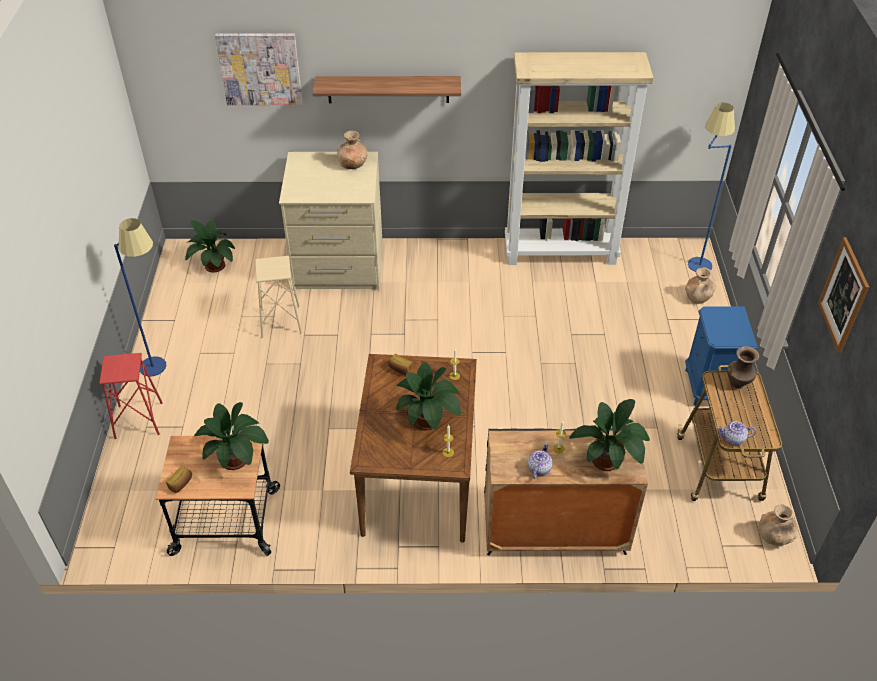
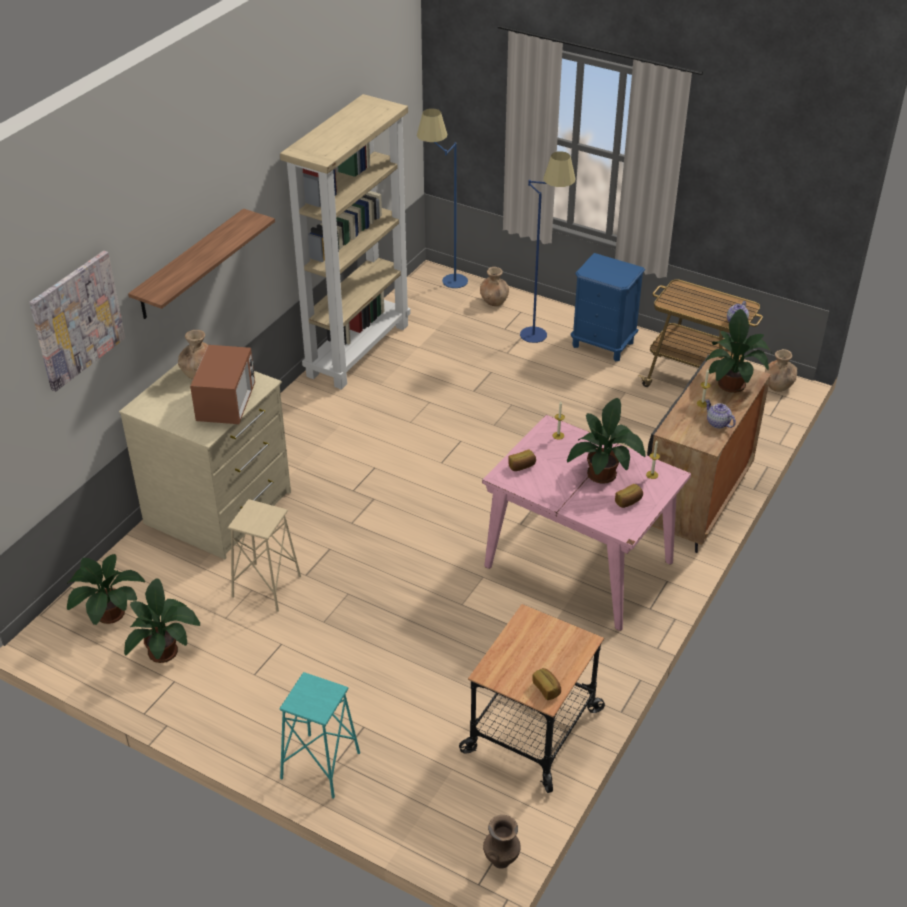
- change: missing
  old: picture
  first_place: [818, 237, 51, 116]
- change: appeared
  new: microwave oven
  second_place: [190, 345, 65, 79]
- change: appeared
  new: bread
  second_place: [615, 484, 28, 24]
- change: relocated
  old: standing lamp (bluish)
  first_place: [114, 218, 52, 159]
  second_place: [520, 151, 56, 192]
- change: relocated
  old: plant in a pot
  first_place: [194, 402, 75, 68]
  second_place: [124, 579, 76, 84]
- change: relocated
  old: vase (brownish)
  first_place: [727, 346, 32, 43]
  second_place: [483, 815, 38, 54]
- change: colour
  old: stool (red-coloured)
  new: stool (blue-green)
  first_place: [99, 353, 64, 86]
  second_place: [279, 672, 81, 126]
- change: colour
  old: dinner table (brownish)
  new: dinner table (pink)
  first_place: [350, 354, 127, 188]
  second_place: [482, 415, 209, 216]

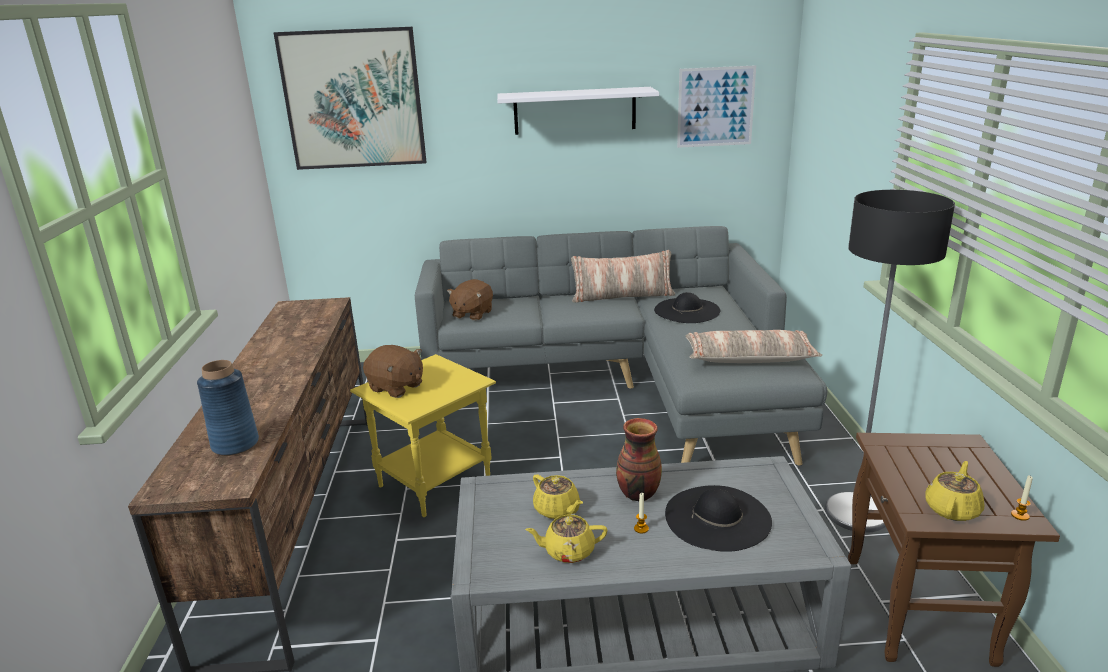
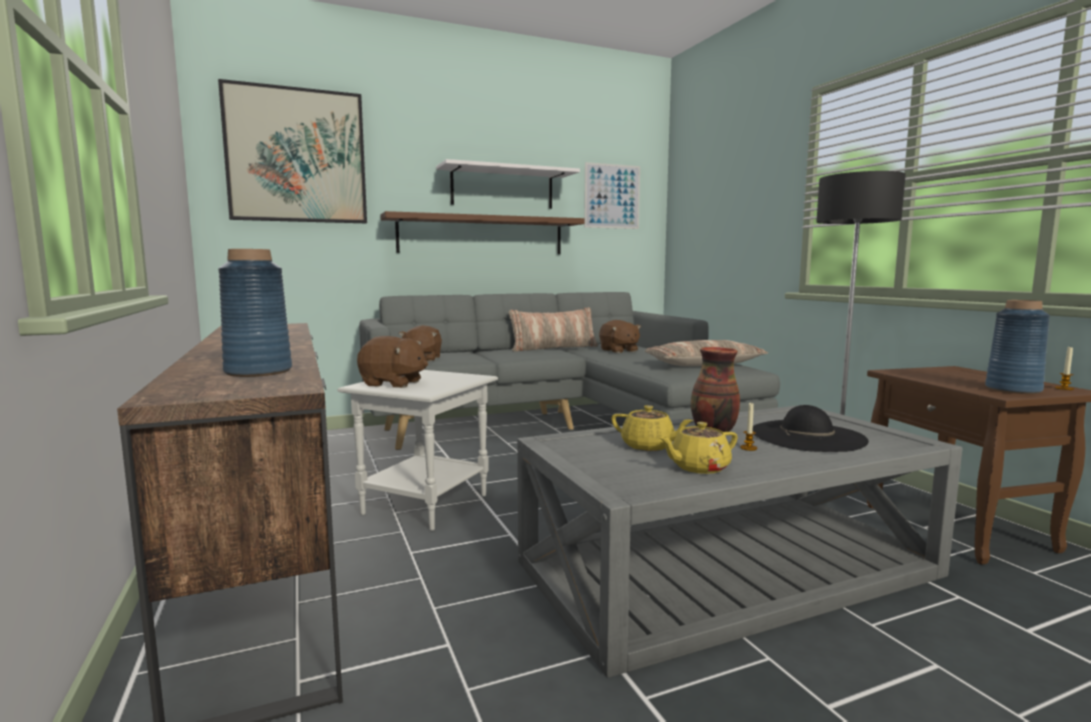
- change: appeared
  new: bracket shelf (brownish)
  second_place: [380, 211, 204, 43]
- change: exchanged
  old: hat (blackish)
  new: cuddly toy (brownish)
  first_place: [654, 292, 66, 31]
  second_place: [599, 320, 42, 33]
- change: exchanged
  old: pot for tea (yellow)
  new: vase (bluish)
  first_place: [925, 461, 59, 60]
  second_place: [985, 300, 65, 94]
- change: colour
  old: side table (yellow)
  new: side table (white-coloured)
  first_place: [350, 354, 146, 163]
  second_place: [337, 370, 161, 161]

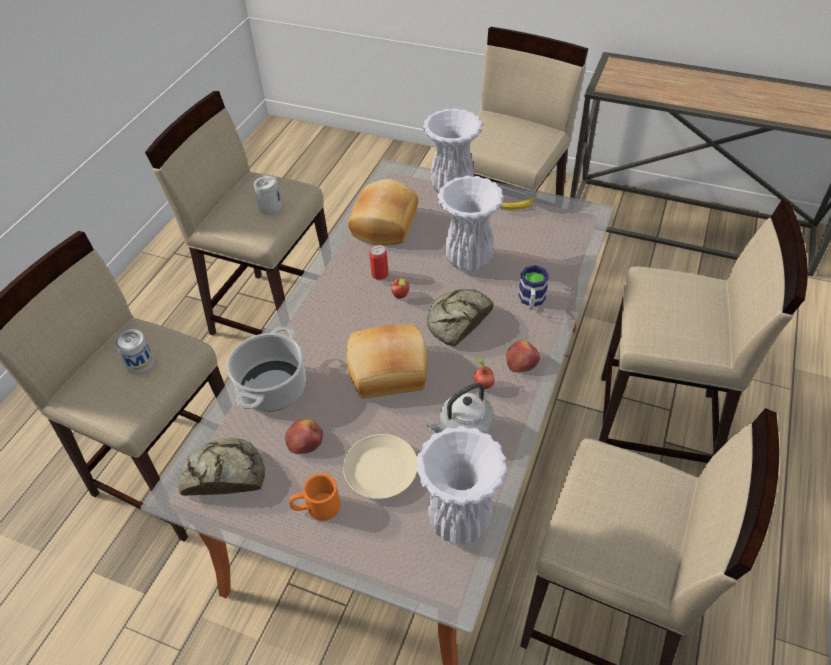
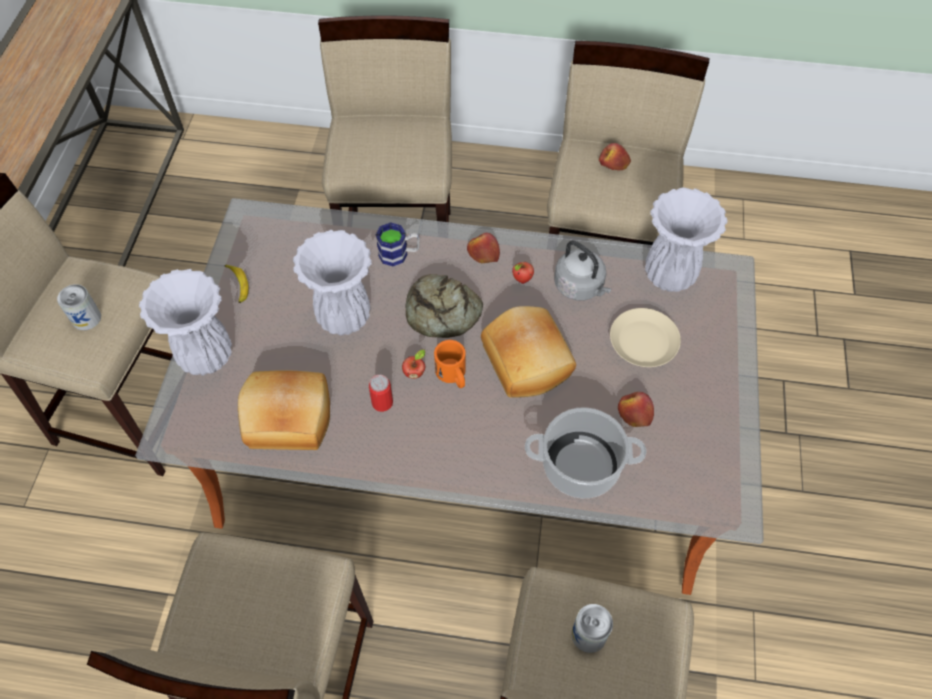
- change: missing
  old: bread
  first_place: [178, 438, 87, 58]
- change: appeared
  new: apple fruit
  second_place: [599, 143, 32, 28]
- change: relocated
  old: sealed can
  first_place: [254, 176, 28, 39]
  second_place: [57, 284, 44, 46]
- change: relocated
  old: tea mug (orangey)
  first_place: [289, 473, 51, 48]
  second_place: [434, 340, 32, 48]

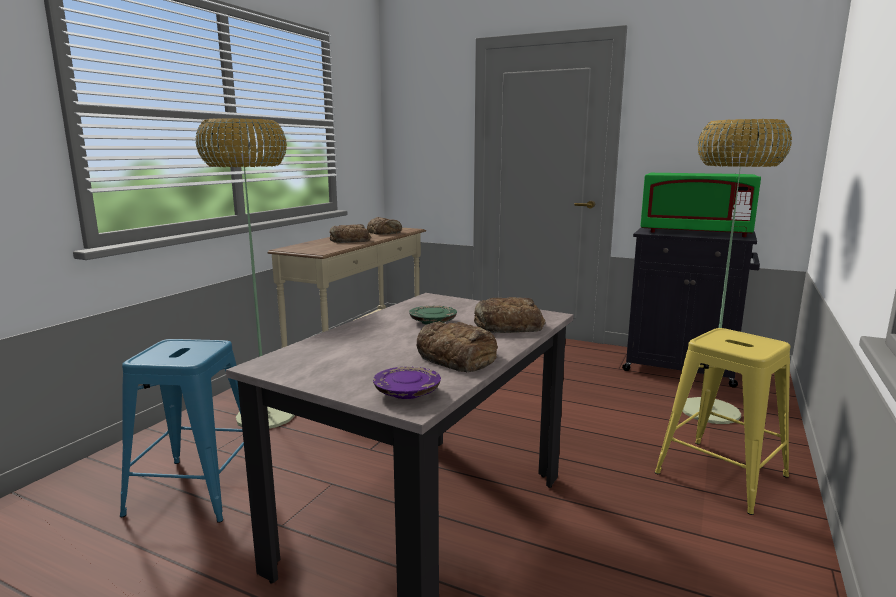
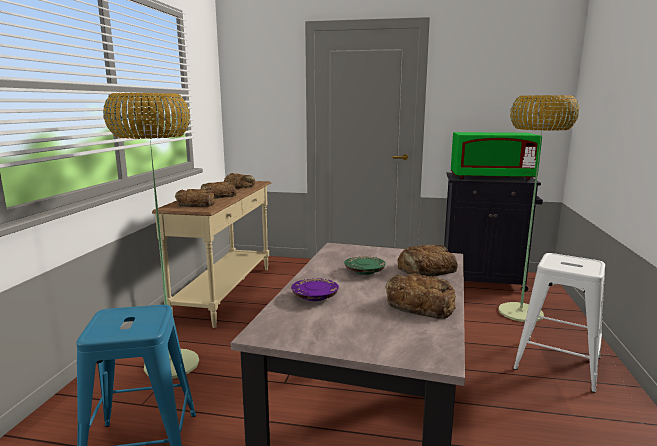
- change: appeared
  new: bread
  second_place: [175, 189, 40, 18]
- change: relocated
  old: plate (purple-coloured)
  first_place: [373, 366, 68, 33]
  second_place: [291, 278, 48, 23]
- change: colour
  old: stool (yellow)
  new: stool (white-coloured)
  first_place: [655, 328, 136, 187]
  second_place: [513, 253, 92, 139]

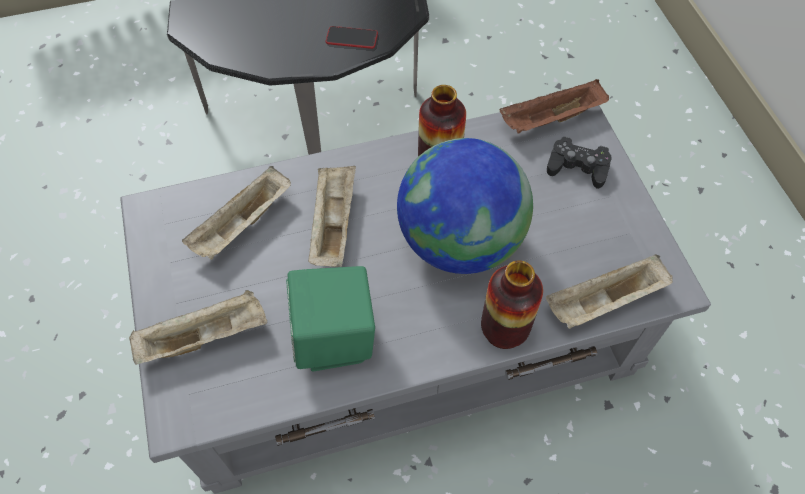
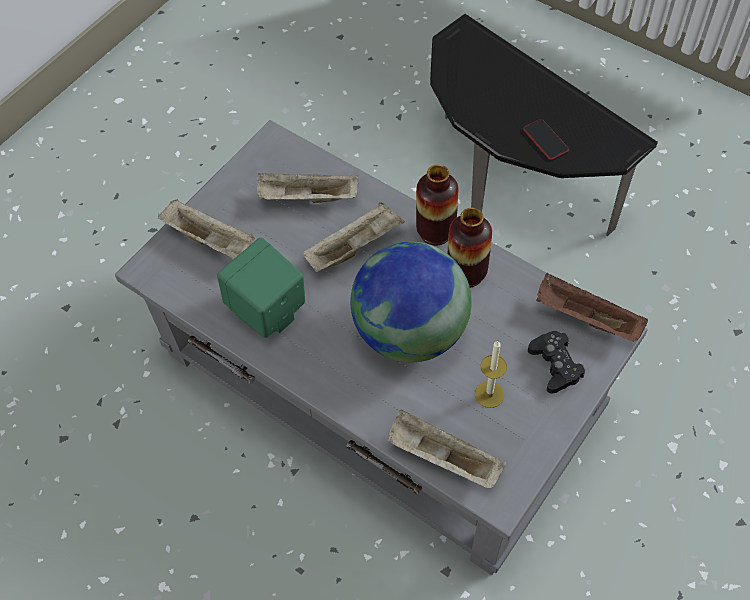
- change: appeared
  new: candle
  second_place: [475, 340, 32, 68]
- change: relocated
  old: vase
  first_place: [481, 260, 62, 89]
  second_place: [416, 165, 43, 80]

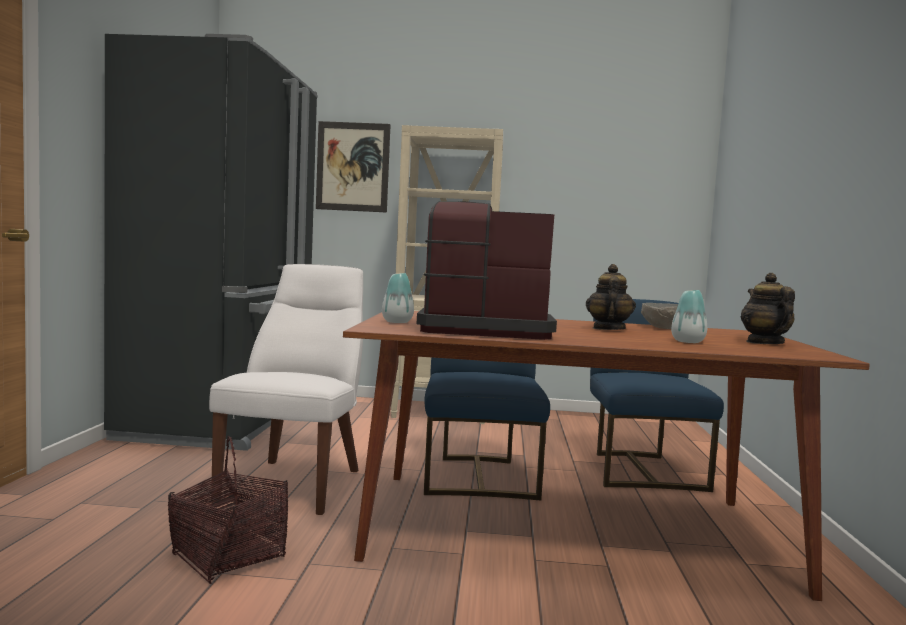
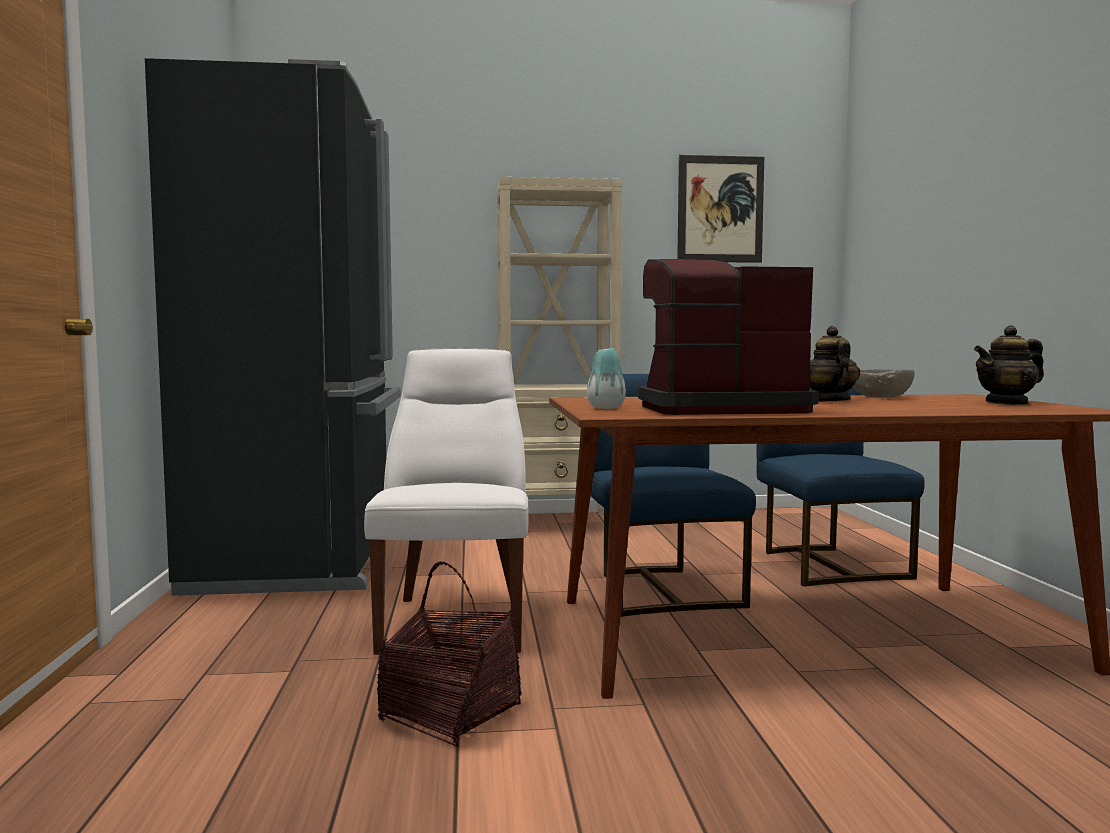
- change: missing
  old: vase
  first_place: [671, 290, 36, 53]
- change: relocated
  old: picture
  first_place: [316, 121, 75, 92]
  second_place: [677, 155, 87, 108]
- change: spun
  old: pot for tea
  first_place: [741, 273, 54, 71]
  second_place: [974, 325, 70, 80]
  degrees: -90

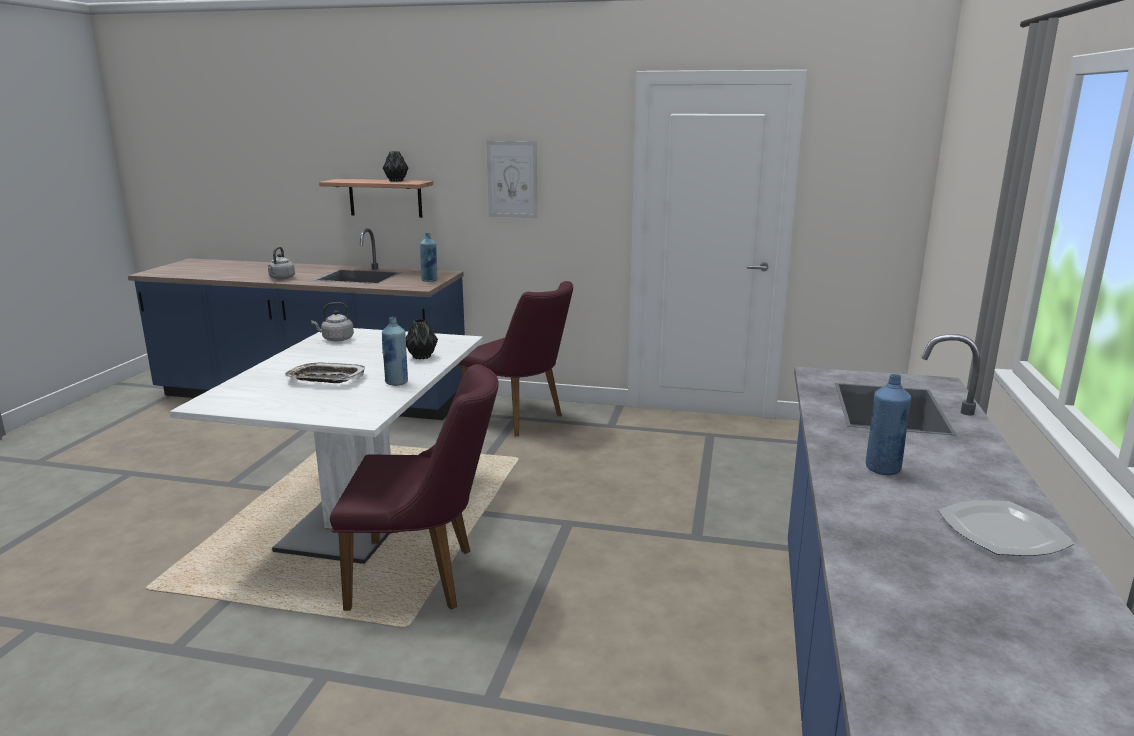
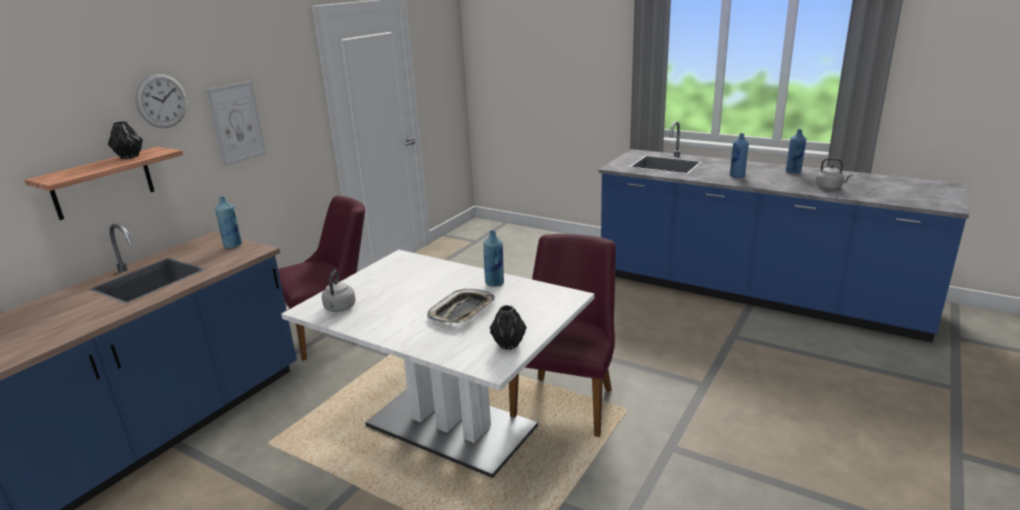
- change: appeared
  new: clock on the wall
  second_place: [135, 74, 52, 54]
- change: relocated
  old: kettle (greyish)
  first_place: [268, 247, 27, 33]
  second_place: [815, 158, 38, 32]
- change: relocated
  old: vase (blackish)
  first_place: [406, 319, 32, 41]
  second_place: [490, 305, 37, 45]
- change: exchanged
  old: plate
  new: drink bottle (bluish)
  first_place: [938, 500, 137, 56]
  second_place: [786, 129, 20, 45]

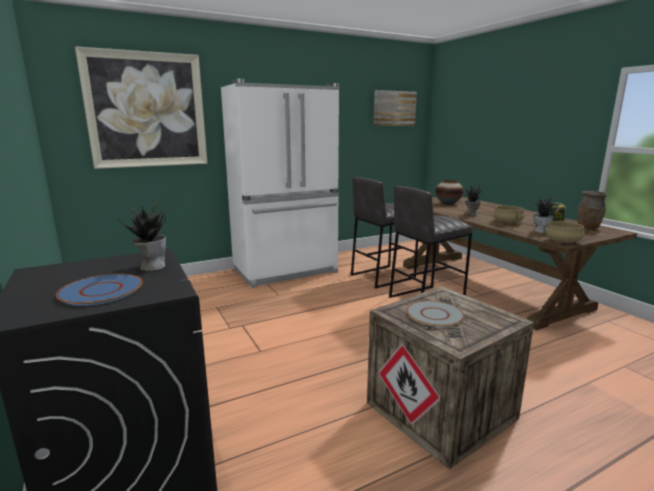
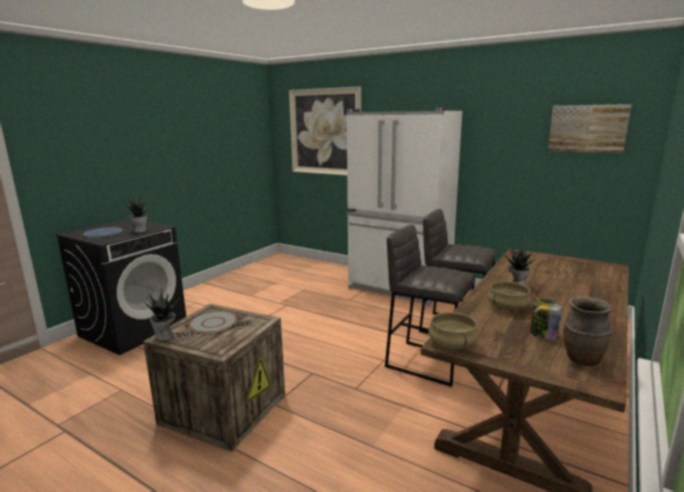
- change: missing
  old: vase
  first_place: [435, 180, 29, 25]
- change: relocated
  old: plant in a pot
  first_place: [534, 196, 28, 37]
  second_place: [144, 288, 36, 53]

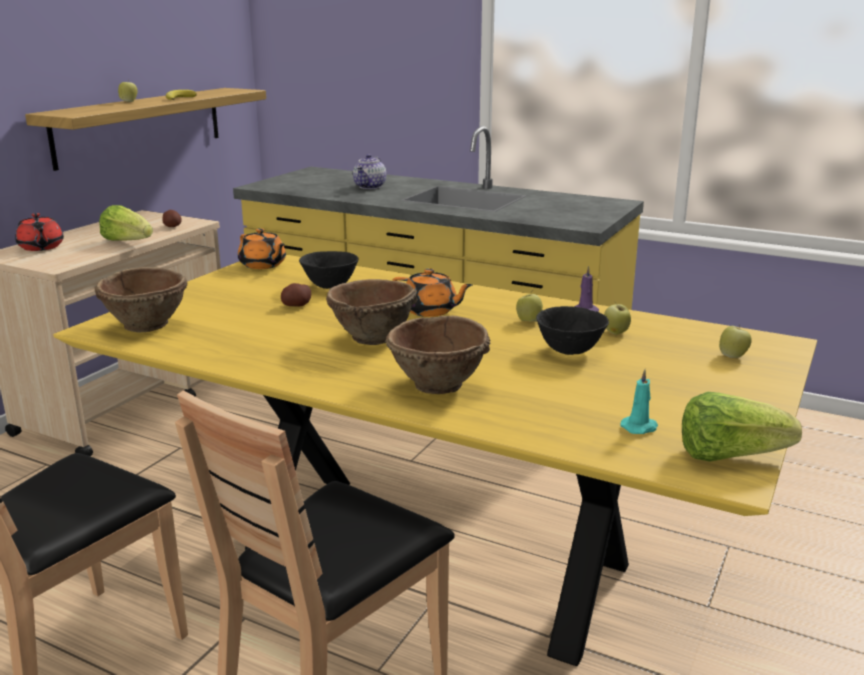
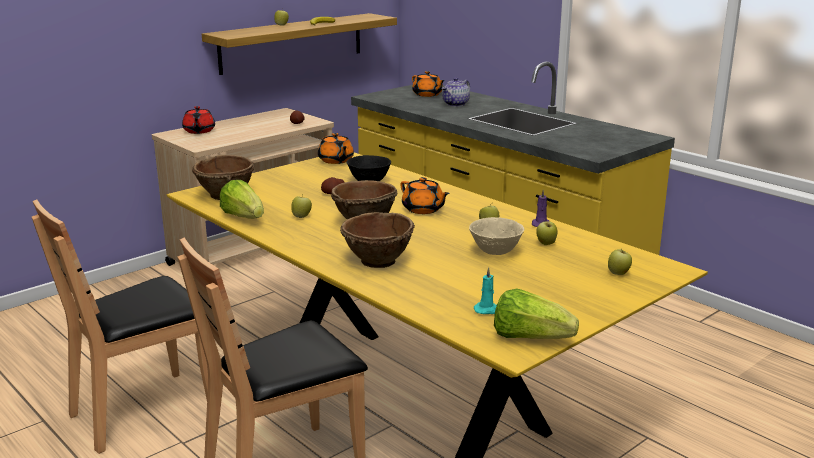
- change: appeared
  new: apple fruit
  second_place: [291, 195, 21, 23]
- change: appeared
  new: pot for tea (orangey)
  second_place: [412, 71, 33, 26]
- change: relocated
  old: head of lettuce
  first_place: [99, 205, 54, 36]
  second_place: [220, 180, 44, 39]
- change: colour
  old: serving bowl (blackish)
  new: serving bowl (sand-coloured)
  first_place: [536, 306, 73, 49]
  second_place: [469, 217, 55, 38]

